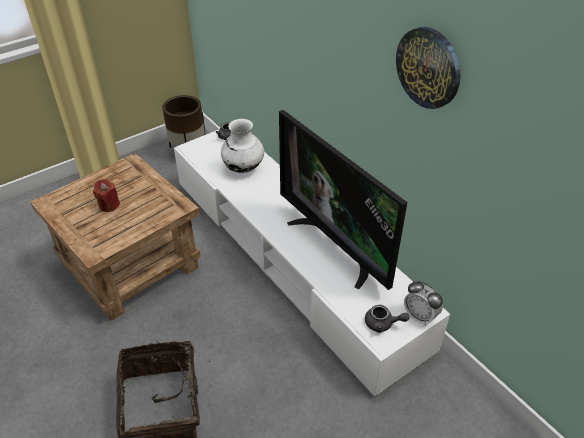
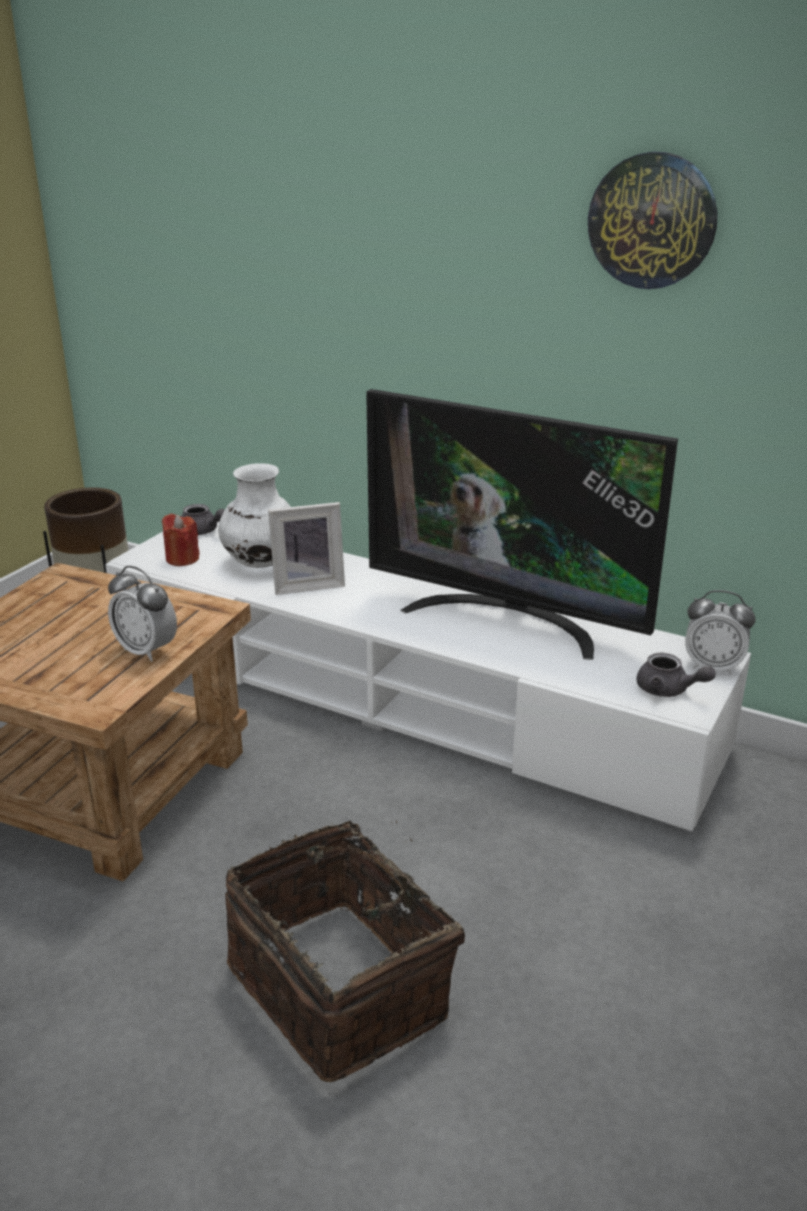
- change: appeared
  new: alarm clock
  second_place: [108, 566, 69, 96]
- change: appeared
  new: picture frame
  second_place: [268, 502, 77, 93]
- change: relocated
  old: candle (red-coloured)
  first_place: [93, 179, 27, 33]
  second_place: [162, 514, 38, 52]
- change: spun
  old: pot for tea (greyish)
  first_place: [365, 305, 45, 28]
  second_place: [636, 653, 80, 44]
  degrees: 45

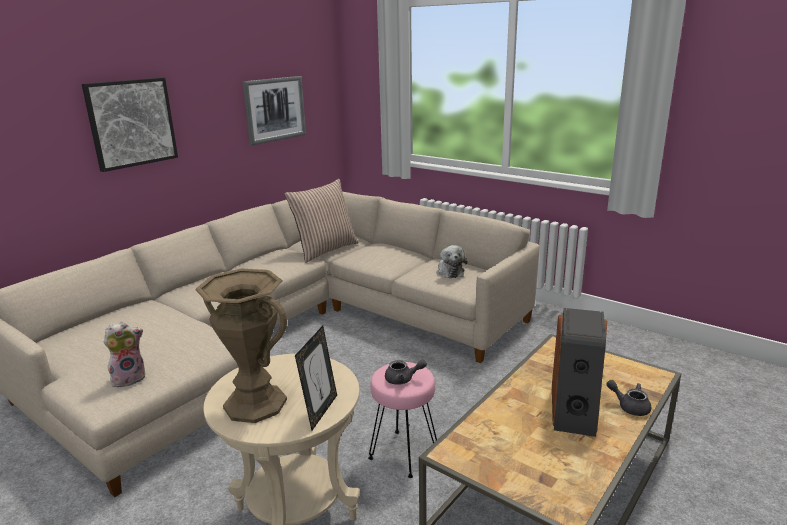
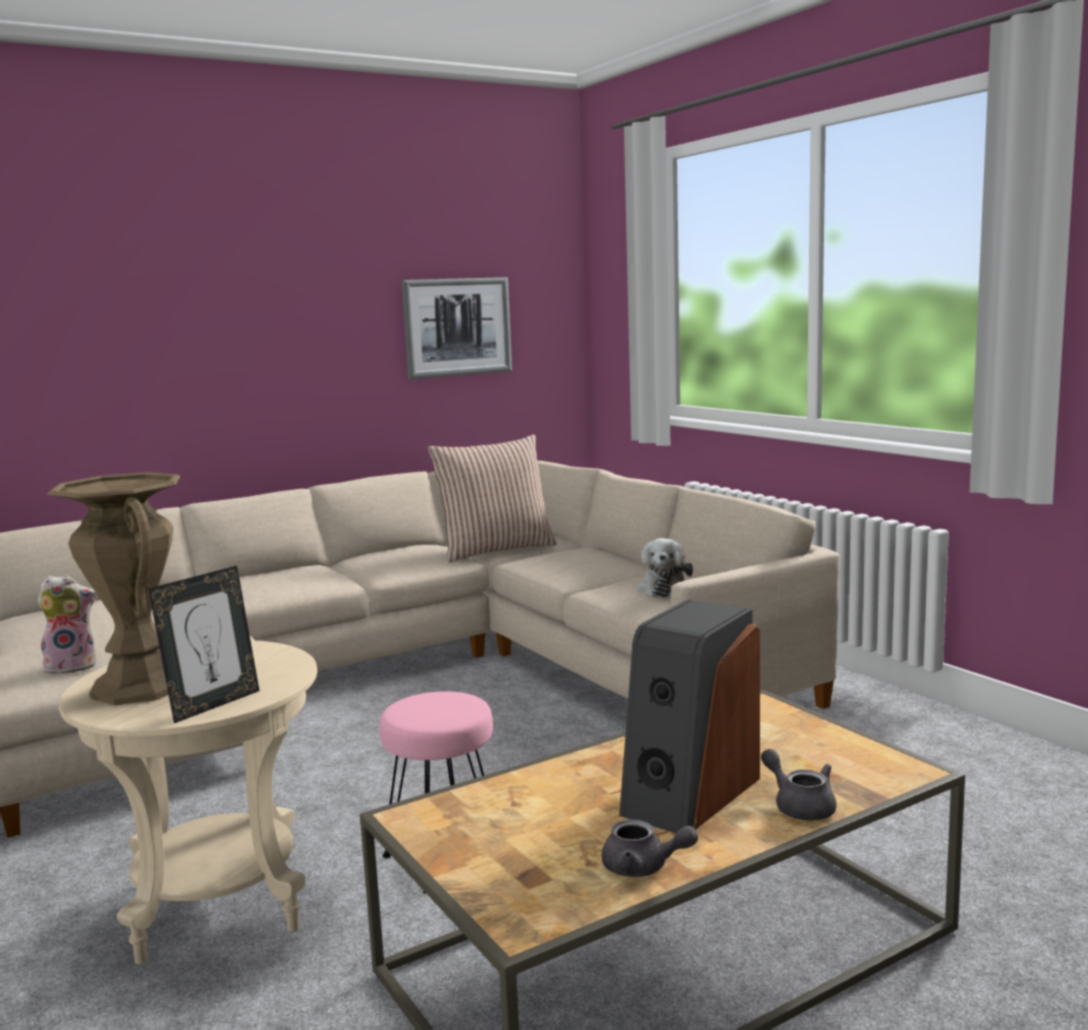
- change: missing
  old: picture
  first_place: [82, 77, 96, 95]
- change: relocated
  old: pot for tea (greyish)
  first_place: [385, 359, 42, 26]
  second_place: [602, 819, 96, 58]

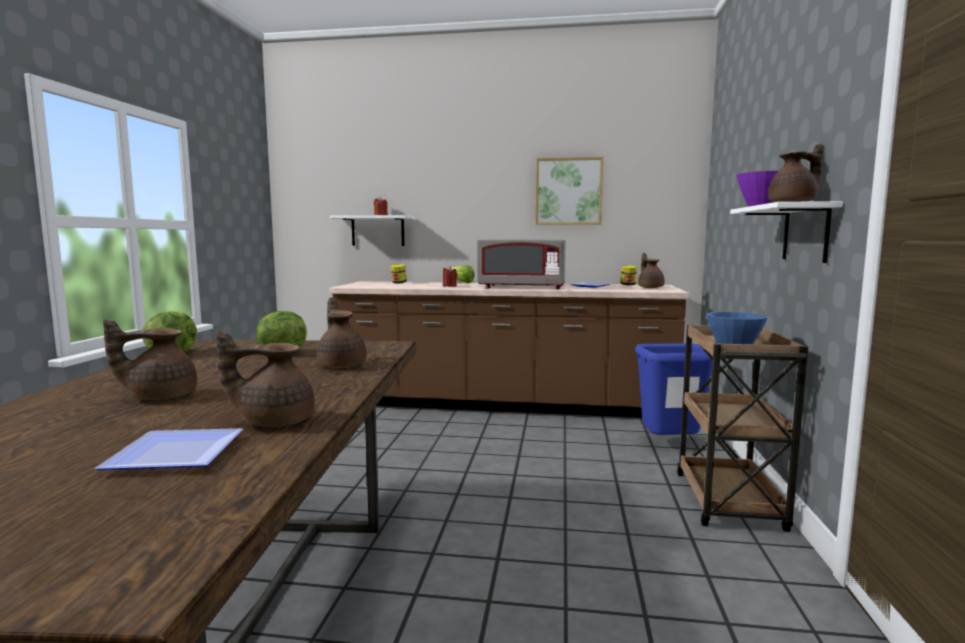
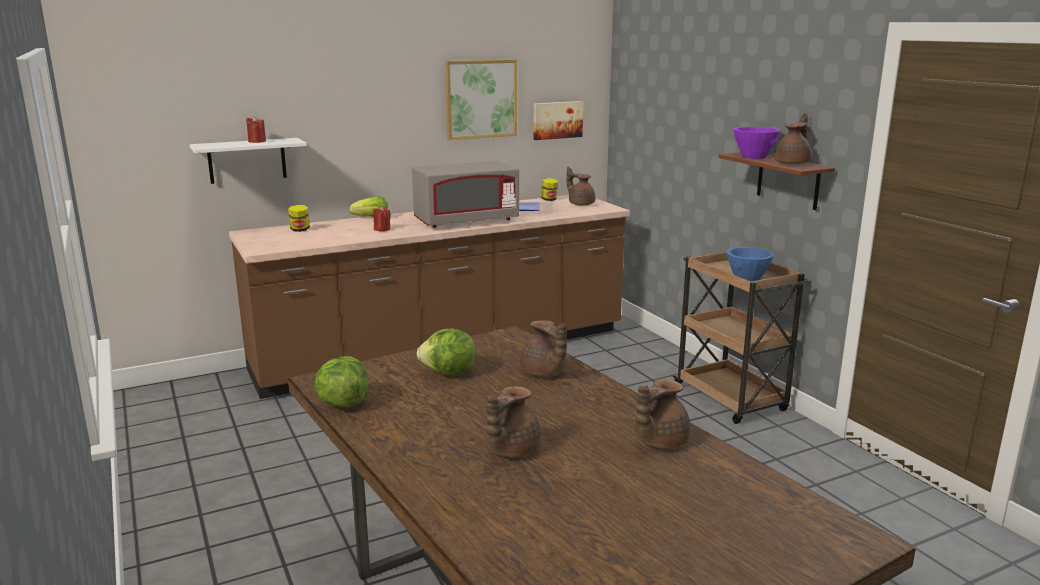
- change: missing
  old: plate
  first_place: [95, 428, 148, 42]
- change: missing
  old: trash can (bluish)
  first_place: [635, 343, 78, 92]
- change: appeared
  new: picture
  second_place: [533, 101, 50, 39]
- change: colour
  old: bracket shelf (white-coloured)
  new: bracket shelf (brownish)
  first_place: [730, 201, 113, 62]
  second_place: [719, 152, 116, 58]
- change: spun
  old: pot for tea (brownish)
  first_place: [317, 297, 50, 71]
  second_place: [520, 320, 47, 57]
  degrees: -150

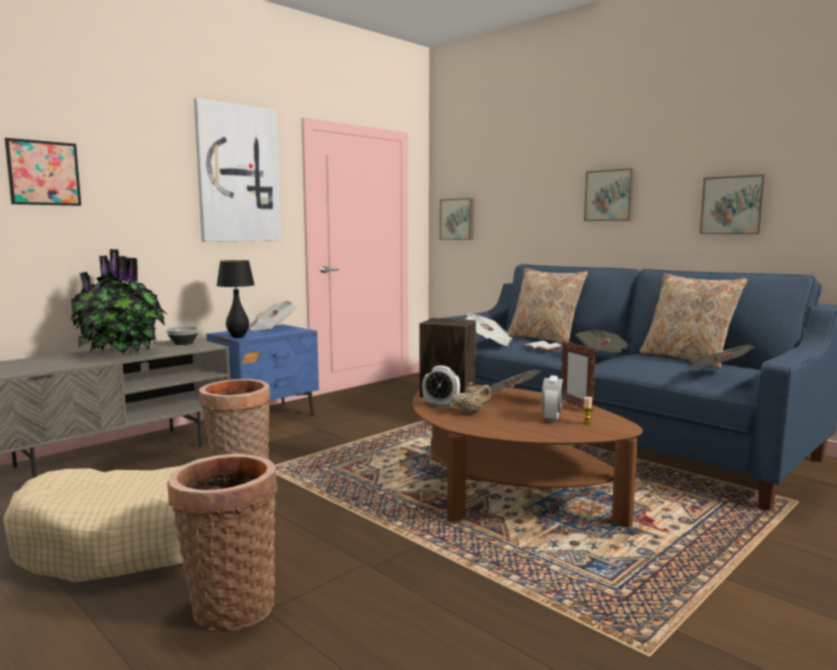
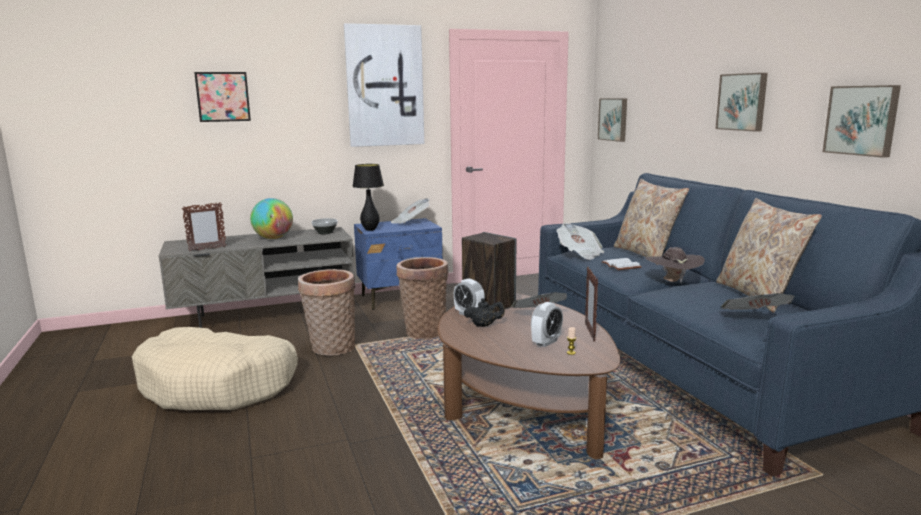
- change: appeared
  new: picture frame
  second_place: [182, 202, 44, 49]
- change: relocated
  old: household basket
  first_place: [167, 454, 111, 177]
  second_place: [397, 257, 51, 82]
- change: exchanged
  old: plant in a pot
  new: world globe
  first_place: [71, 249, 97, 105]
  second_place: [250, 198, 43, 41]
- change: exchanged
  old: daily paper
  new: hat (brownish)
  first_place: [575, 330, 54, 23]
  second_place: [645, 247, 60, 36]
- change: colour
  old: pot for tea (sand-coloured)
  new: pot for tea (blackish)
  first_place: [452, 382, 40, 32]
  second_place: [464, 298, 41, 29]

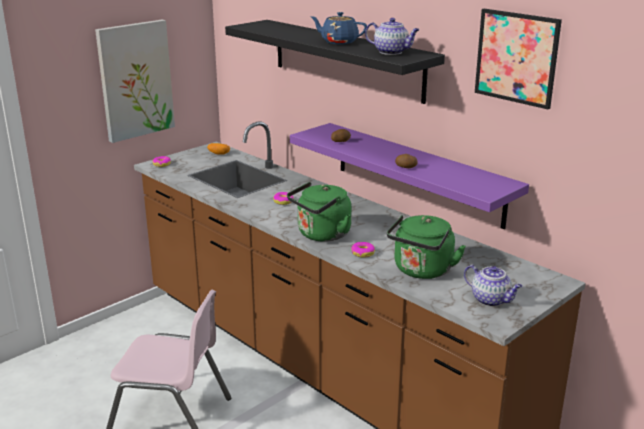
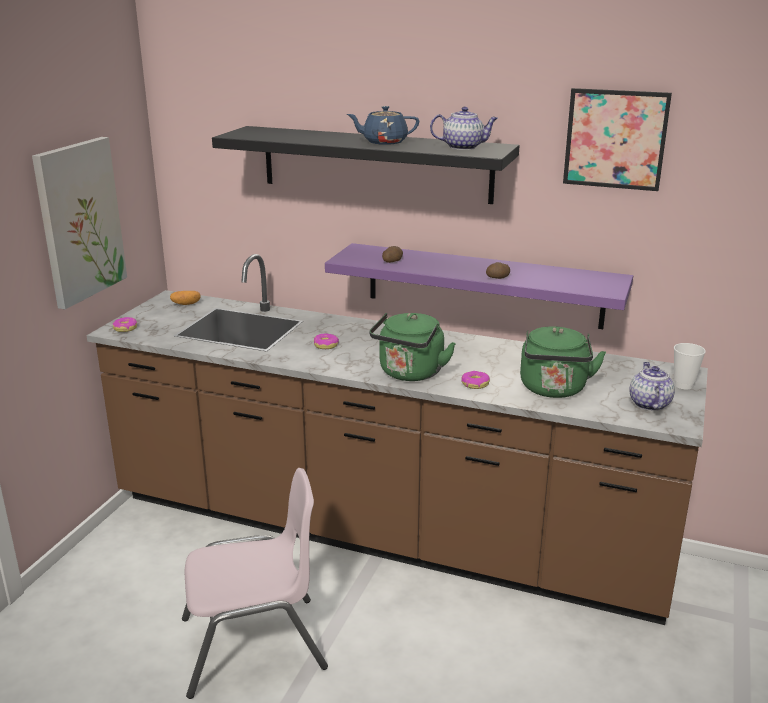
- change: appeared
  new: small cup
  second_place: [674, 343, 32, 46]
- change: spun
  old: pot for tea
  first_place: [464, 265, 59, 42]
  second_place: [629, 362, 46, 49]
  degrees: -105

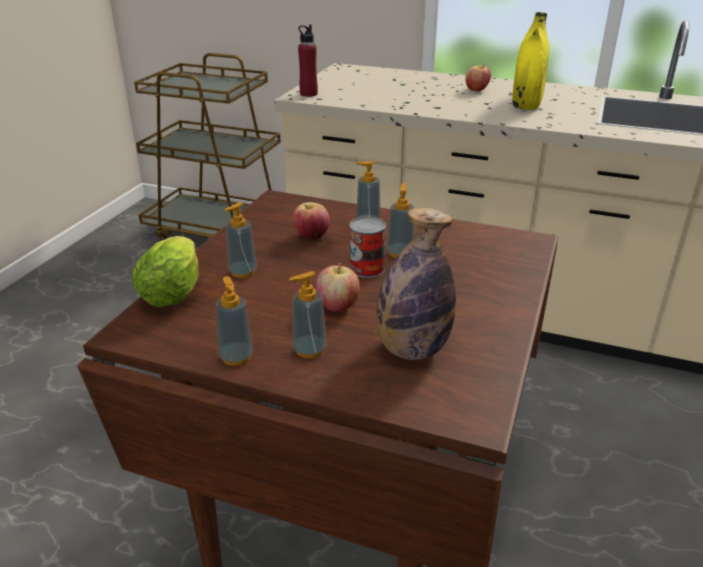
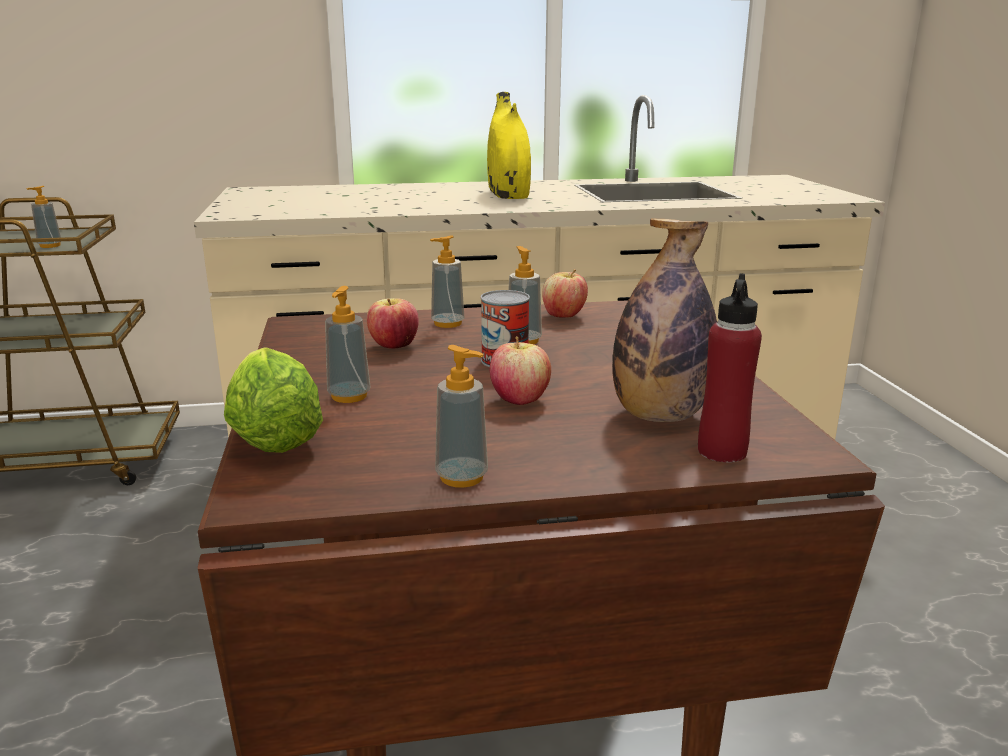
- change: relocated
  old: soap dispenser
  first_place: [289, 271, 38, 87]
  second_place: [26, 186, 35, 62]
- change: relocated
  old: drink bottle (red-coloured)
  first_place: [298, 24, 20, 73]
  second_place: [698, 273, 64, 190]
- change: relocated
  old: apple fruit
  first_place: [465, 64, 26, 27]
  second_place: [542, 269, 46, 49]

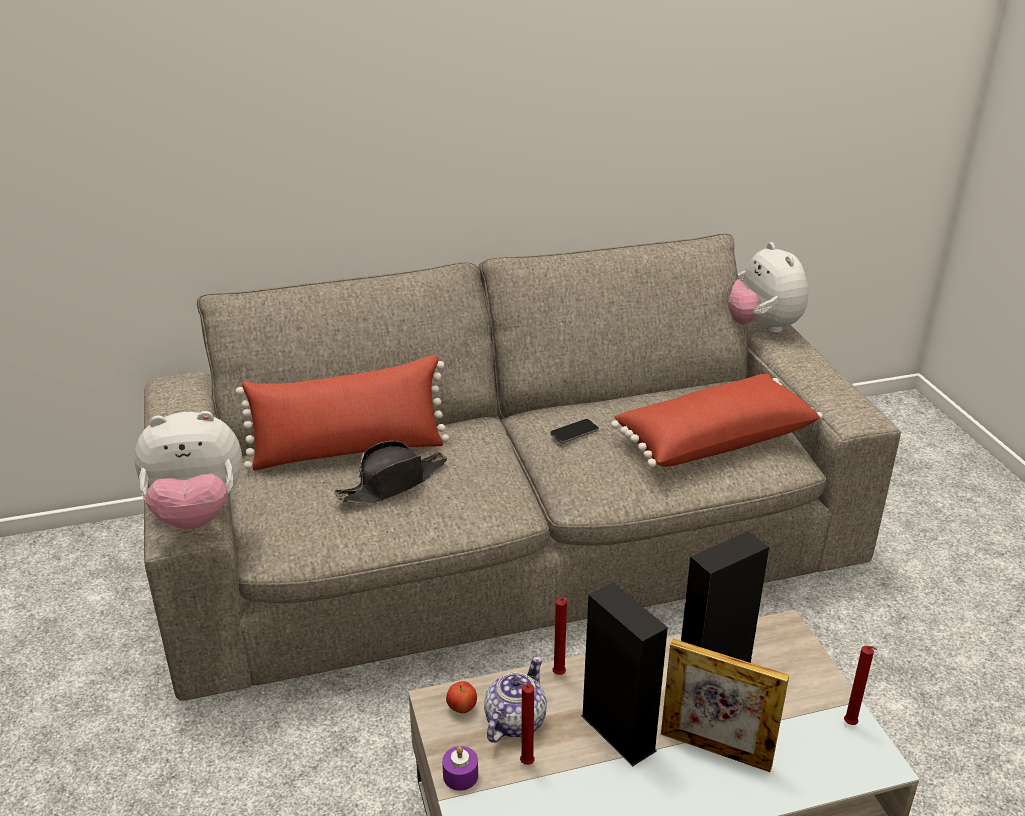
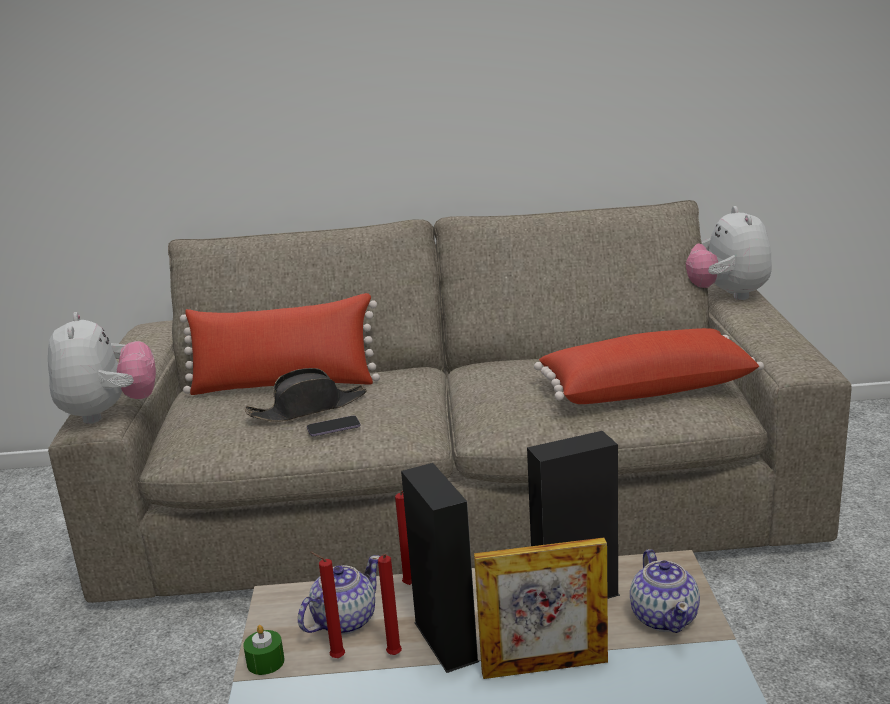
- change: missing
  old: apple fruit
  first_place: [446, 681, 31, 32]
- change: appeared
  new: pot for tea
  second_place: [630, 549, 70, 84]
- change: relocated
  old: phone
  first_place: [550, 419, 49, 24]
  second_place: [307, 416, 54, 20]
- change: relocated
  old: candle (red-coloured)
  first_place: [844, 646, 33, 79]
  second_place: [378, 554, 24, 101]
- change: colour
  old: candle (purple-coloured)
  new: candle (greenish)
  first_place: [442, 746, 36, 45]
  second_place: [243, 625, 41, 50]
- change: spun
  old: cuddly toy
  first_place: [134, 411, 108, 118]
  second_place: [48, 312, 108, 112]
  degrees: -105
- change: spun
  old: picture frame
  first_place: [661, 639, 128, 133]
  second_place: [474, 537, 134, 142]
  degrees: -45

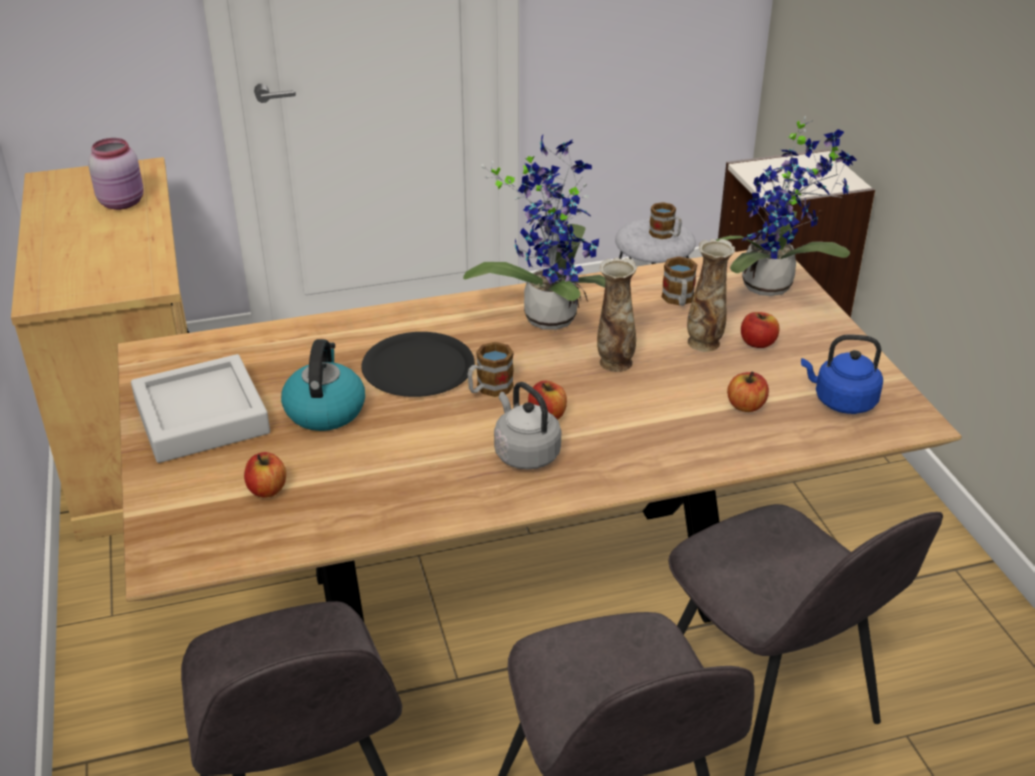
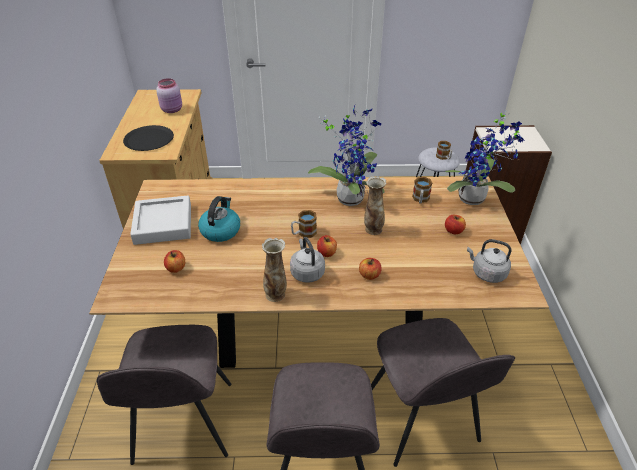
- change: relocated
  old: plate (blackish)
  first_place: [361, 332, 113, 65]
  second_place: [123, 125, 51, 26]
- change: relocated
  old: vase
  first_place: [687, 239, 48, 113]
  second_place: [262, 238, 25, 64]
- change: relocated
  old: apple fruit
  first_place: [727, 372, 42, 40]
  second_place: [359, 258, 23, 22]
- change: colour
  old: kettle (bluish)
  new: kettle (greyish)
  first_place: [801, 334, 82, 80]
  second_place: [467, 239, 45, 44]

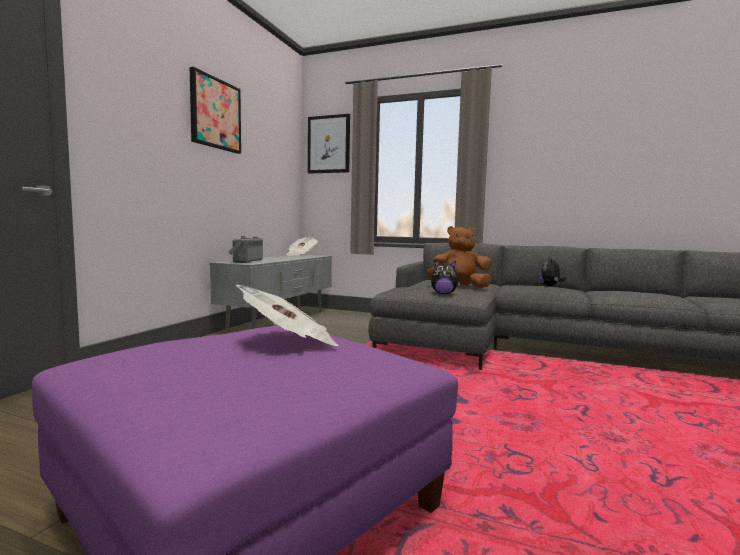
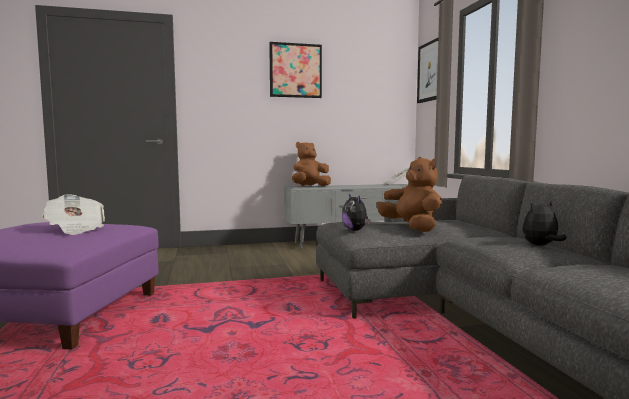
- change: exchanged
  old: radio receiver
  new: cuddly toy (brownish)
  first_place: [229, 236, 34, 27]
  second_place: [292, 142, 39, 44]

